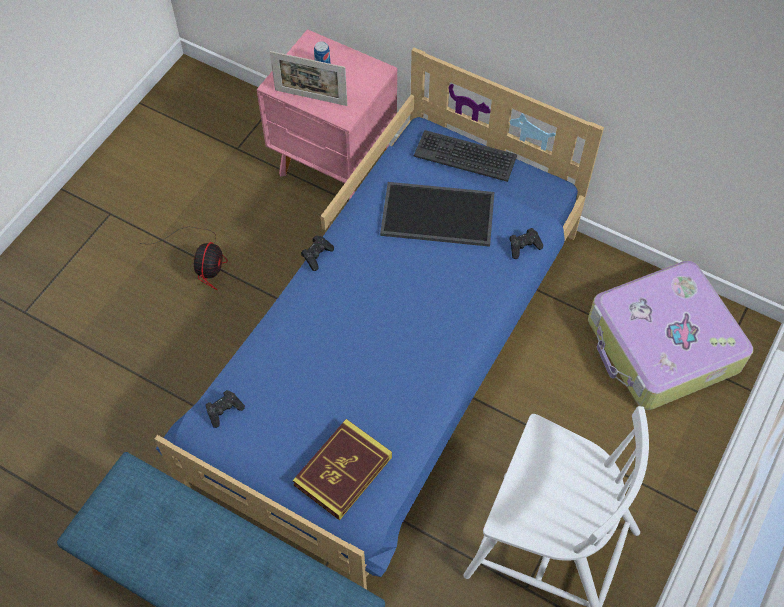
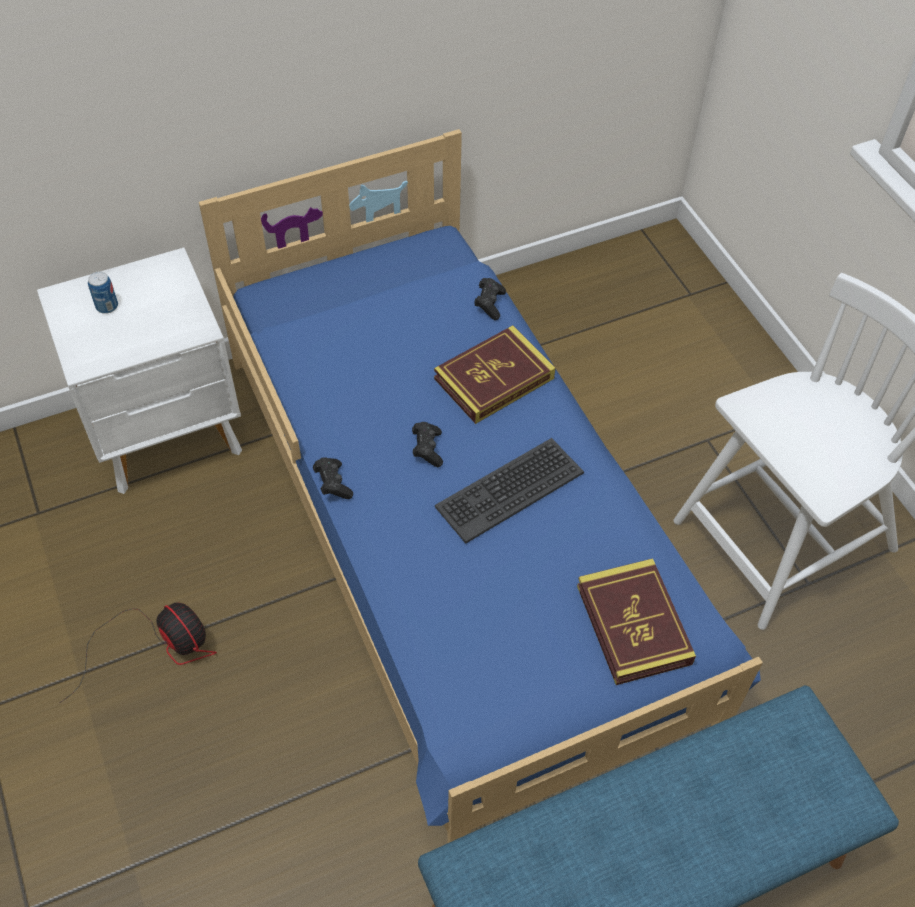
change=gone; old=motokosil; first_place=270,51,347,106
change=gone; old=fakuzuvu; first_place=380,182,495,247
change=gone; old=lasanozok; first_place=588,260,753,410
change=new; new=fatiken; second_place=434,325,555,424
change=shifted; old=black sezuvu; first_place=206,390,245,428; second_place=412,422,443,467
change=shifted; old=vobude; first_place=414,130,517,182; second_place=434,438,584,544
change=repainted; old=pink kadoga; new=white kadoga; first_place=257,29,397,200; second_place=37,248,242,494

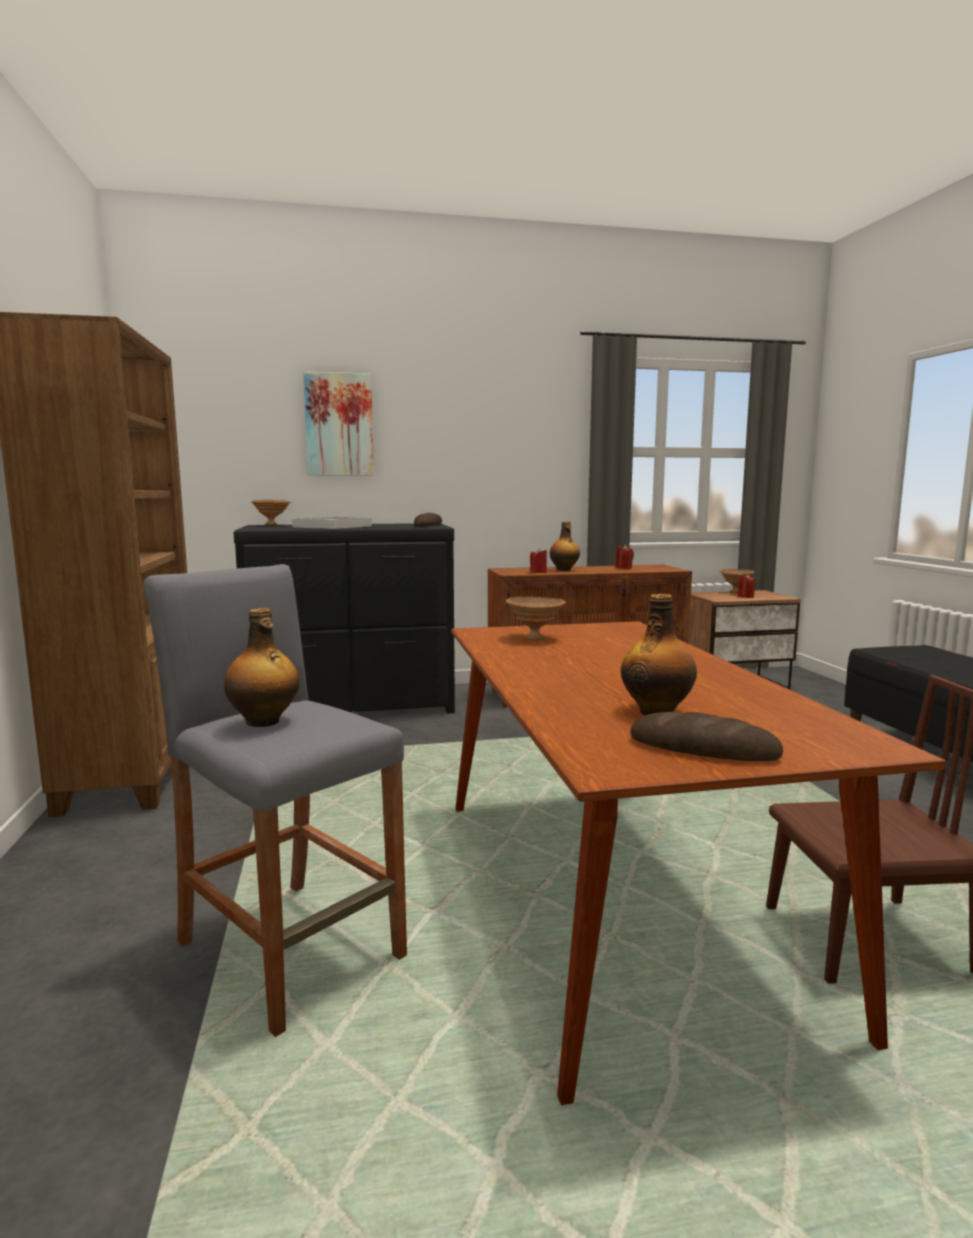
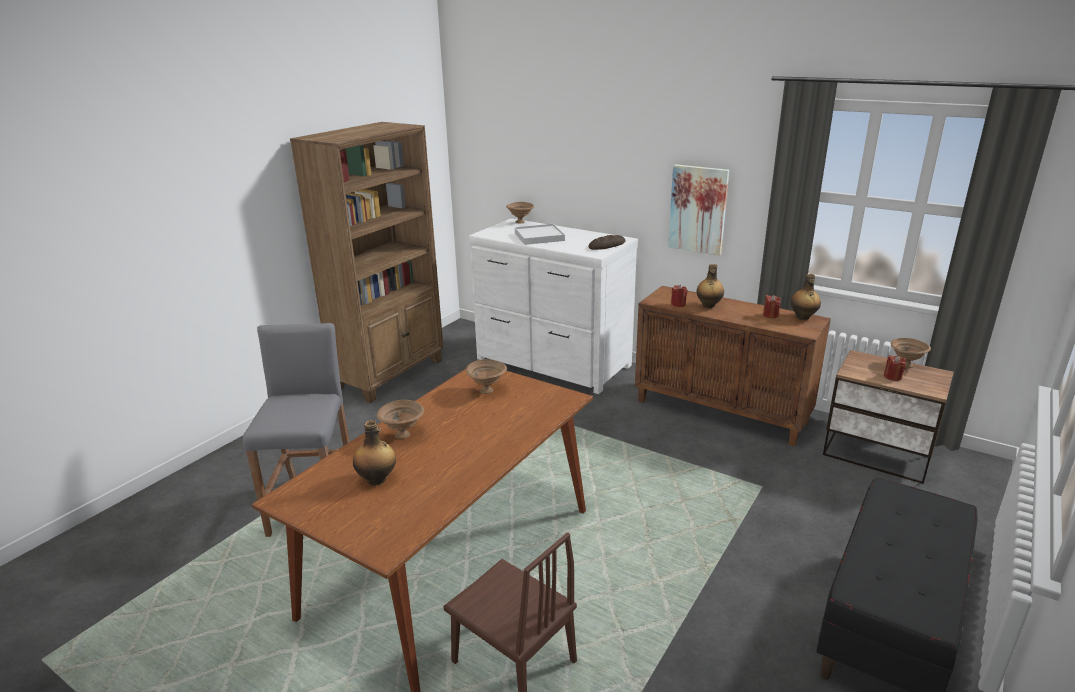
change=gone; old=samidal; first_place=630,712,783,761
change=new; new=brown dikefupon; second_place=377,400,424,439
change=shifted; old=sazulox; first_place=224,608,300,727; second_place=791,274,821,320
change=shifted; old=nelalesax; first_place=303,371,374,476; second_place=668,164,729,256
change=repainted; old=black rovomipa; new=white rovomipa; first_place=233,523,455,714; second_place=469,218,638,394

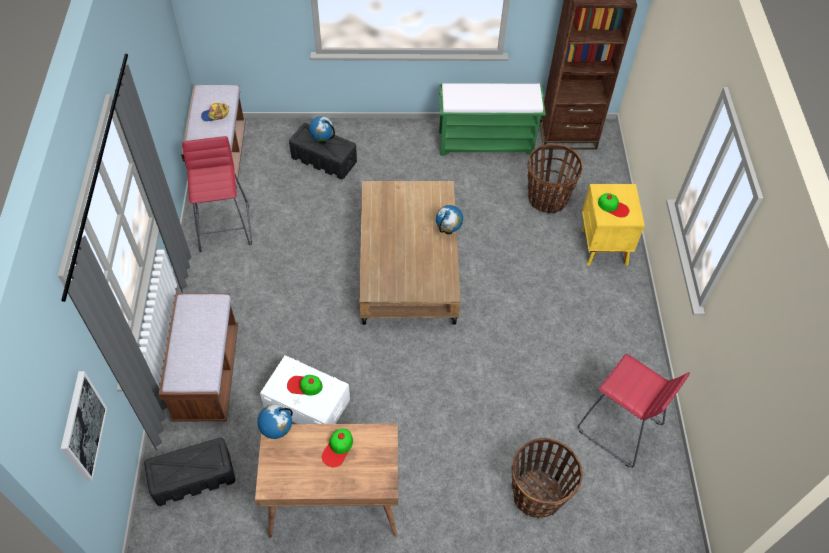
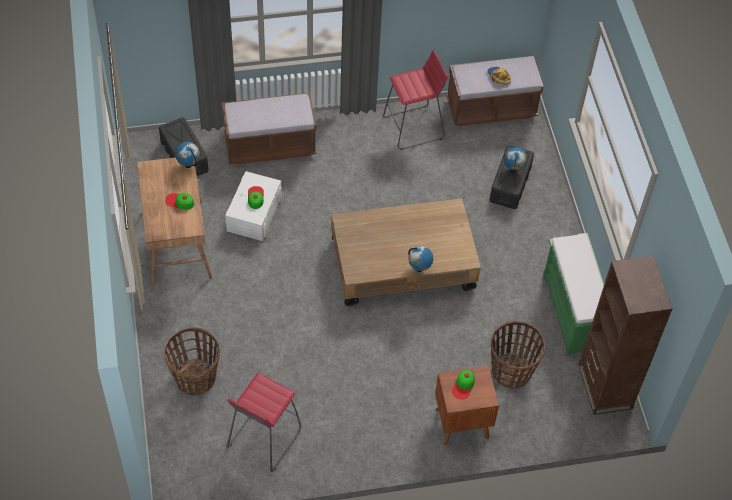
change=gone; old=nelalesax; first_place=61,371,107,481
change=repainted; old=yellow kadoga; new=brown kadoga; first_place=581,184,645,266; second_place=435,366,499,445

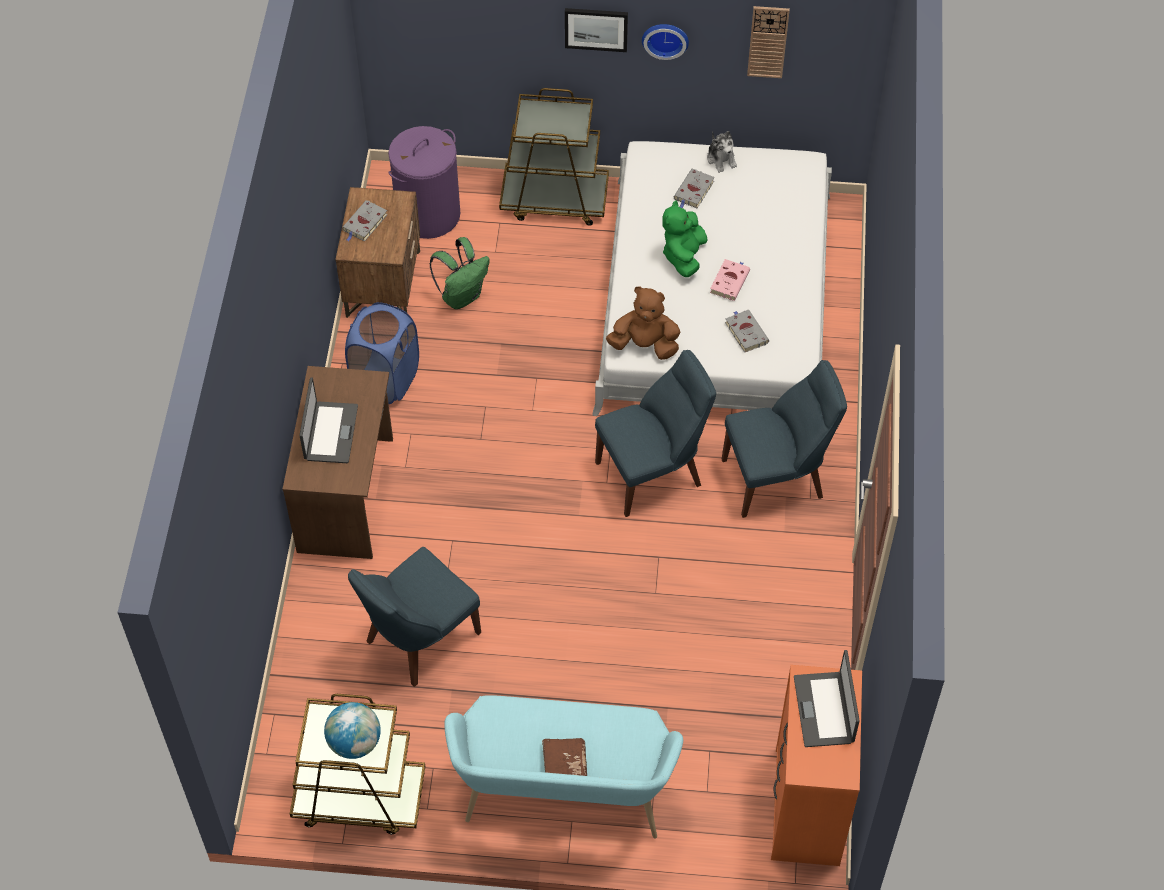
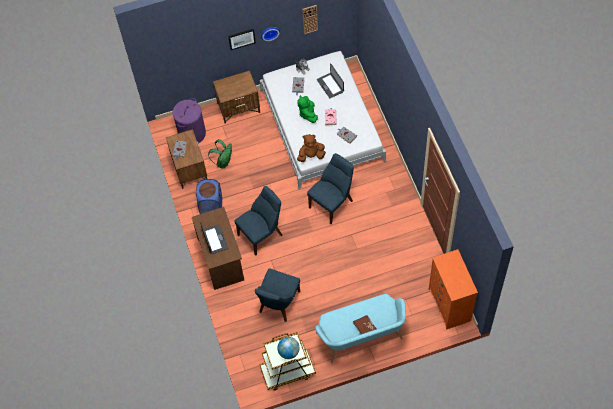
change=shifted; old=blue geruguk; first_place=722,360,847,518; second_place=234,186,282,256
change=shifted; old=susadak; first_place=794,650,860,747; second_place=317,63,344,99
change=swapped; old=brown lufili; new=brown kadoga; first_place=499,88,609,226; second_place=213,71,260,123

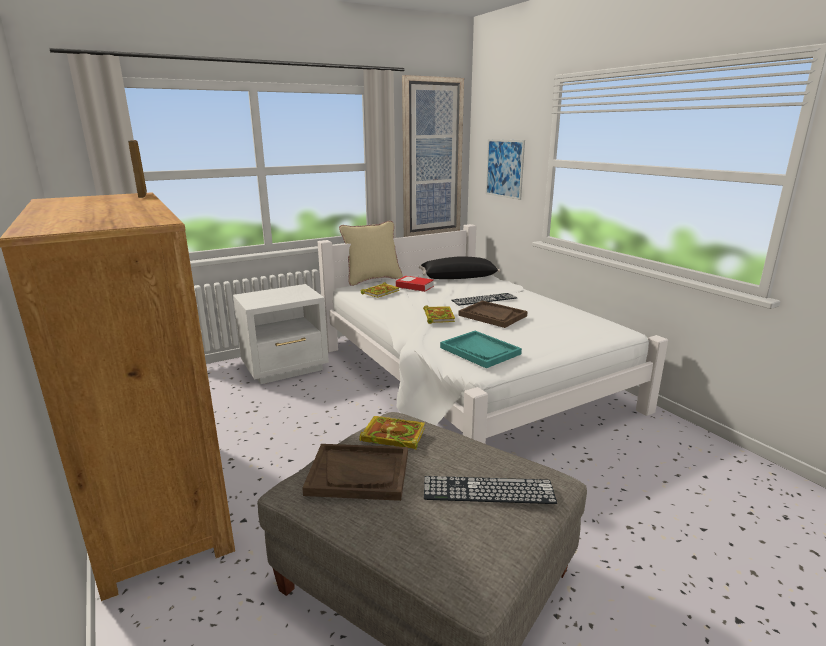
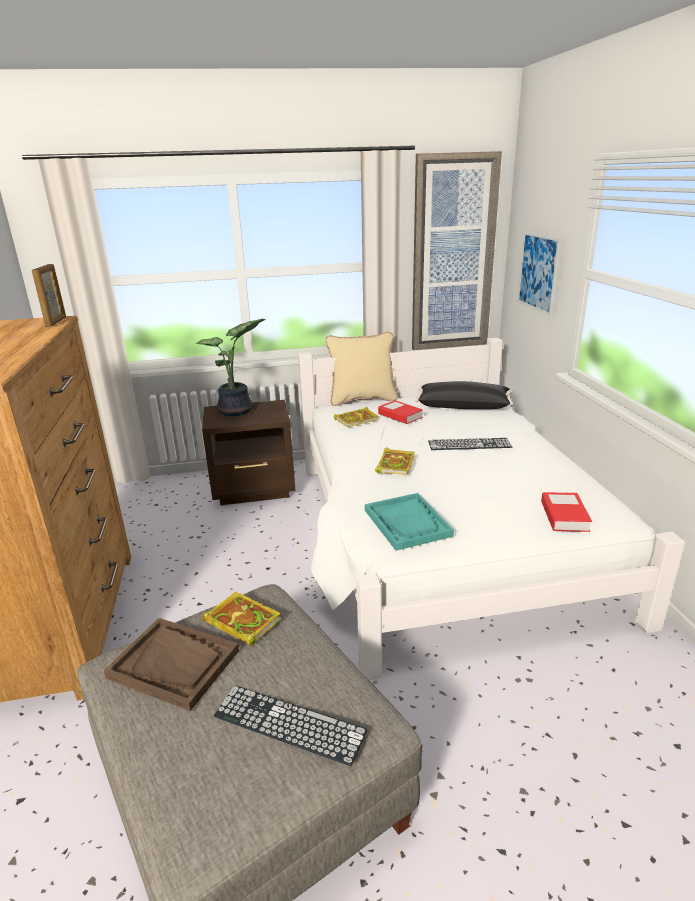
change=gone; old=brown fakuzuvu; first_place=458,301,528,328
change=new; new=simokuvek; second_place=196,319,266,416
change=new; new=fatiken; second_place=541,492,592,532
change=repainted; old=white kadoga; new=brown kadoga; first_place=233,284,329,384; second_place=202,400,295,505

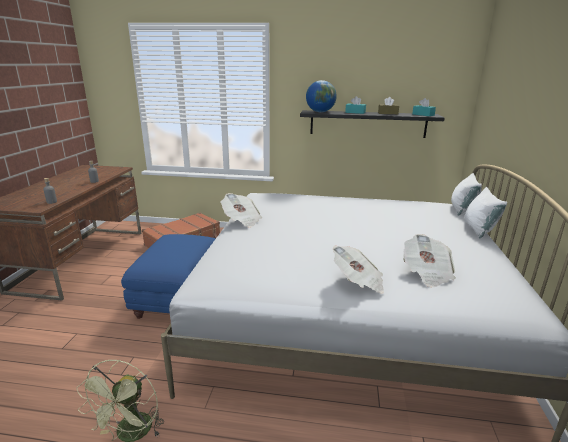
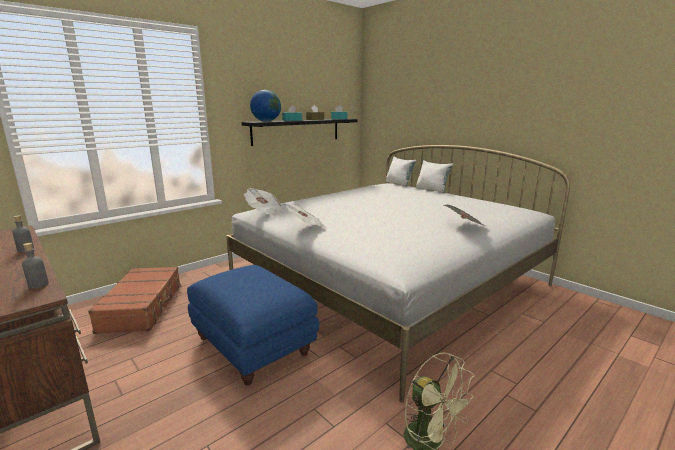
change=shifted; old=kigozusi; first_place=403,234,456,288; second_place=244,188,284,216

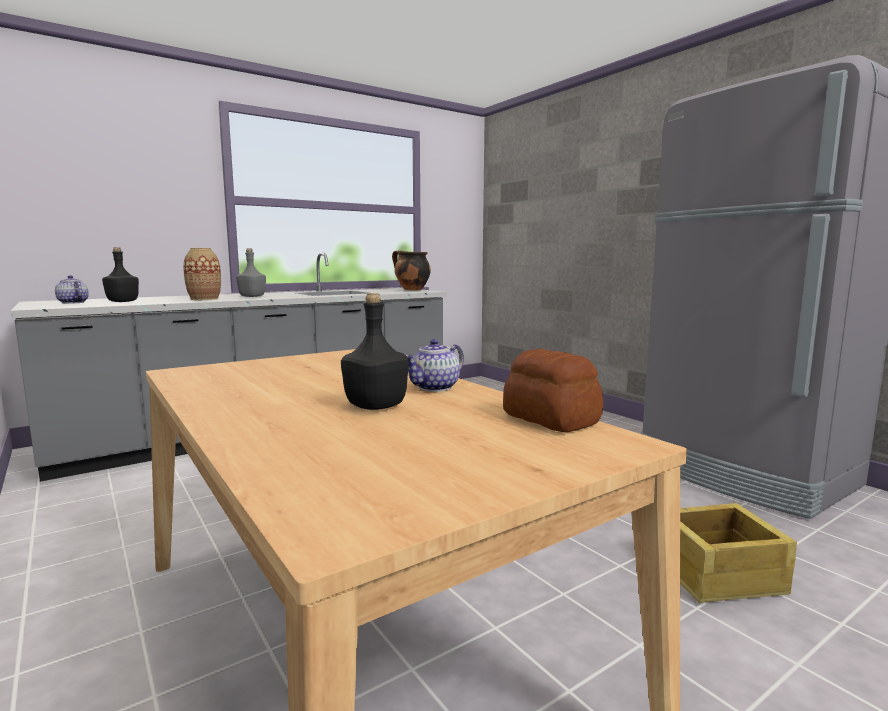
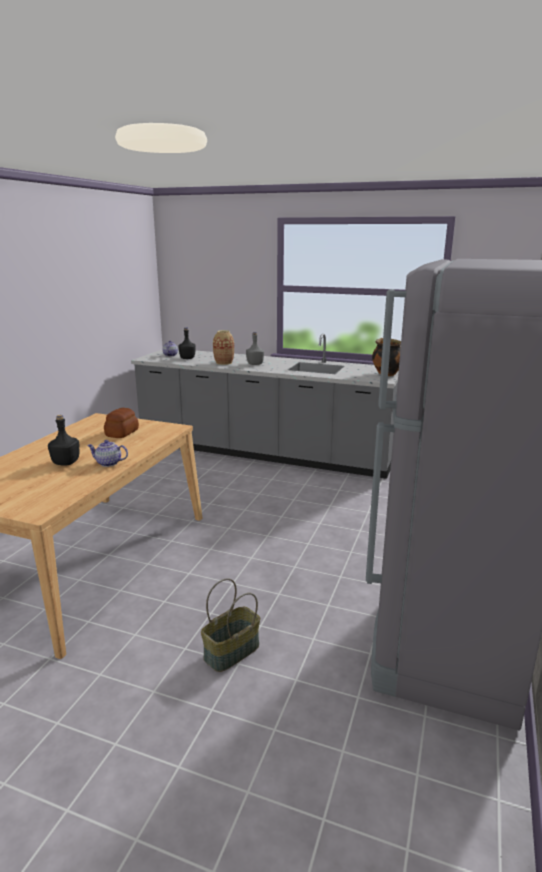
change=shifted; old=samidal; first_place=503,349,603,432; second_place=104,408,139,438
change=swapped; old=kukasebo; new=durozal; first_place=680,503,797,604; second_place=201,578,260,672

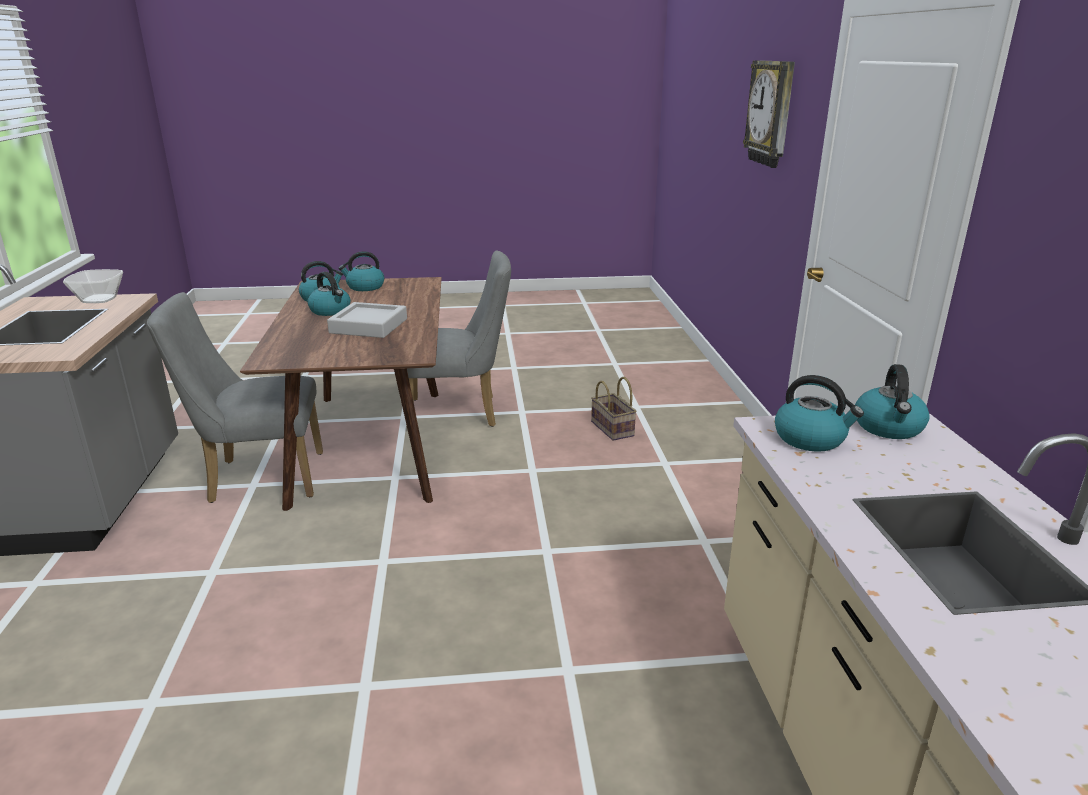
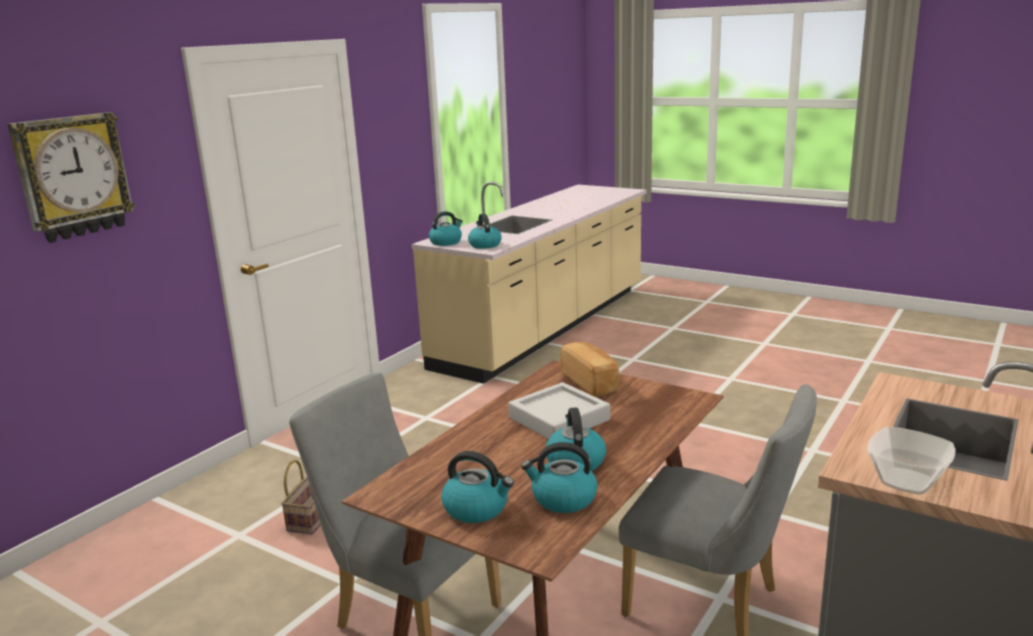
change=new; new=samidal; second_place=560,342,620,397

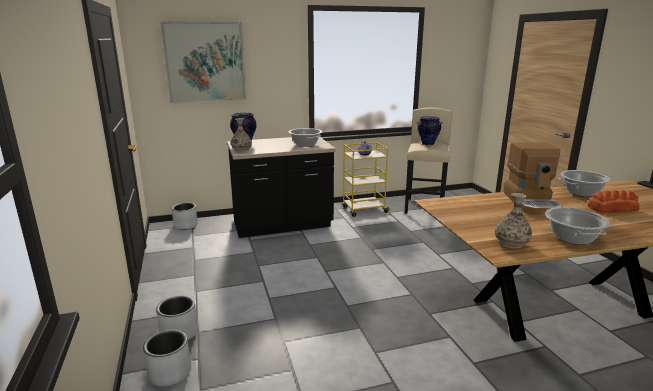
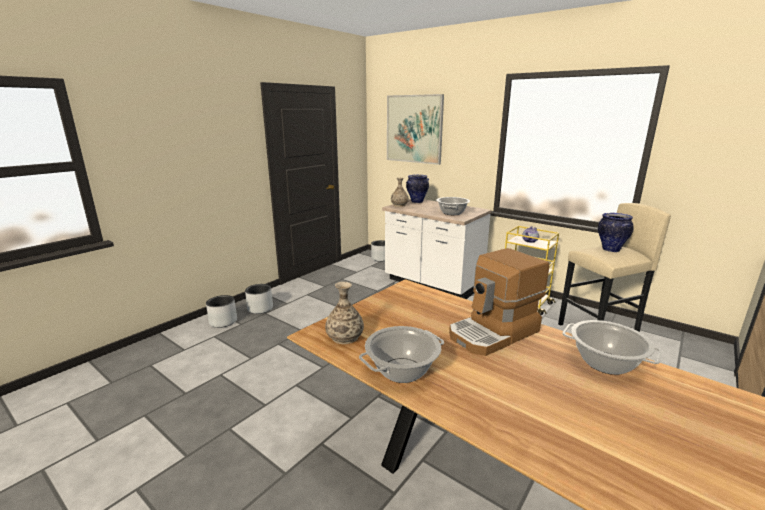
change=gone; old=samidal; first_place=587,190,639,213
change=repainted; old=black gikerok; new=white gikerok; first_place=227,137,336,238; second_place=382,199,492,299

